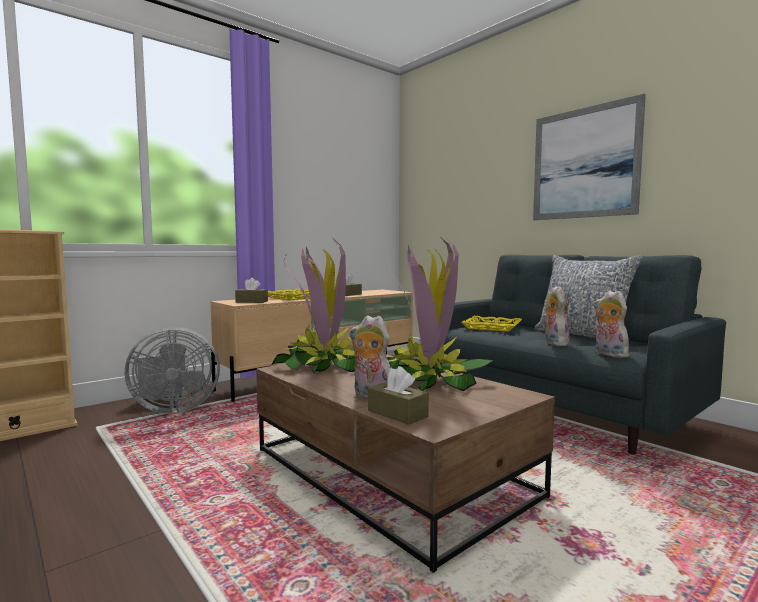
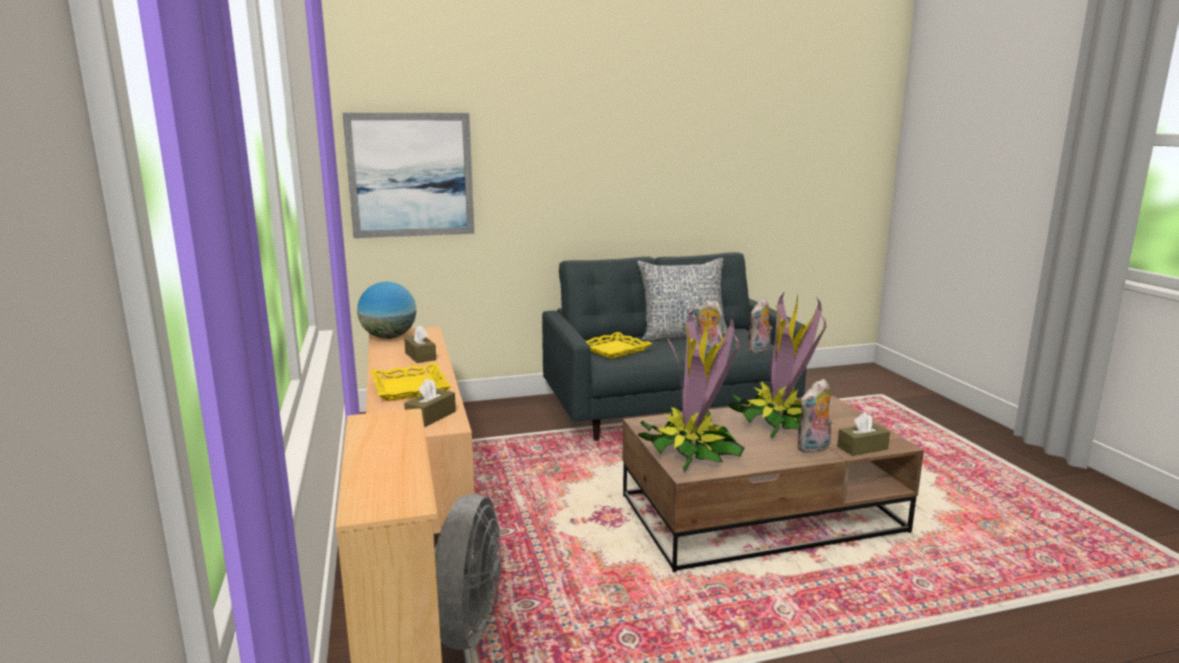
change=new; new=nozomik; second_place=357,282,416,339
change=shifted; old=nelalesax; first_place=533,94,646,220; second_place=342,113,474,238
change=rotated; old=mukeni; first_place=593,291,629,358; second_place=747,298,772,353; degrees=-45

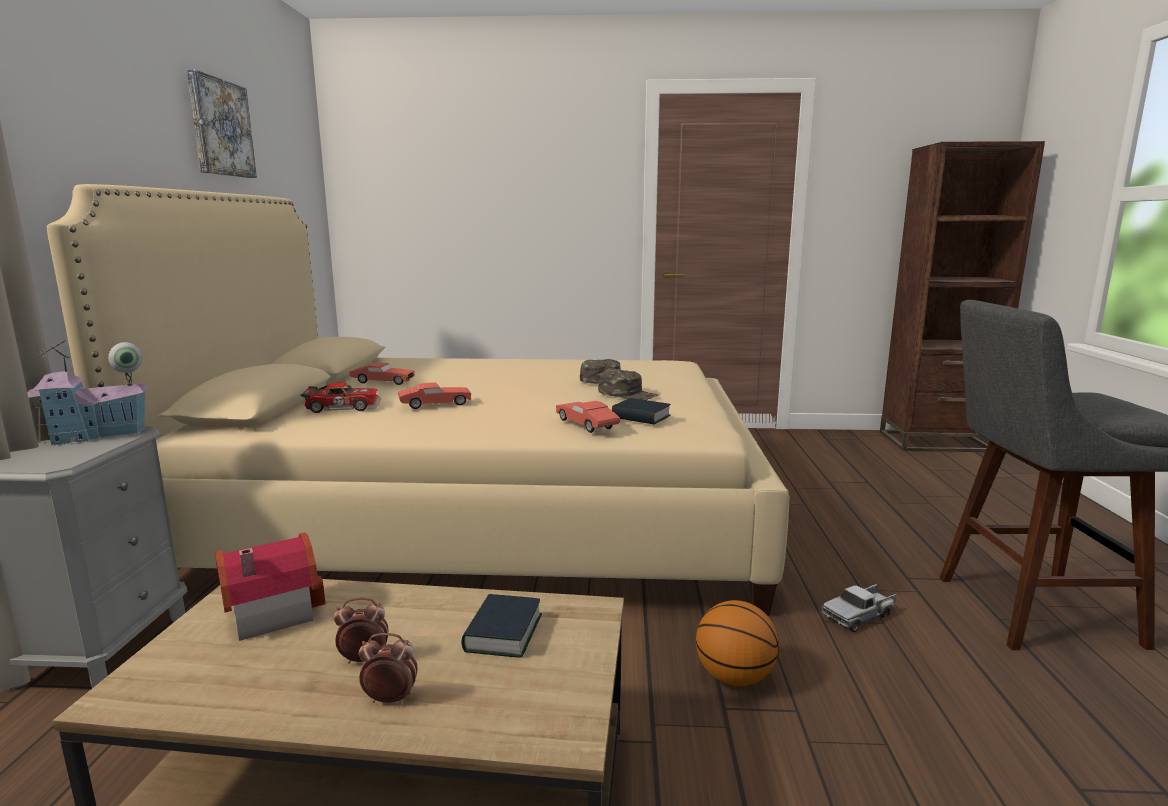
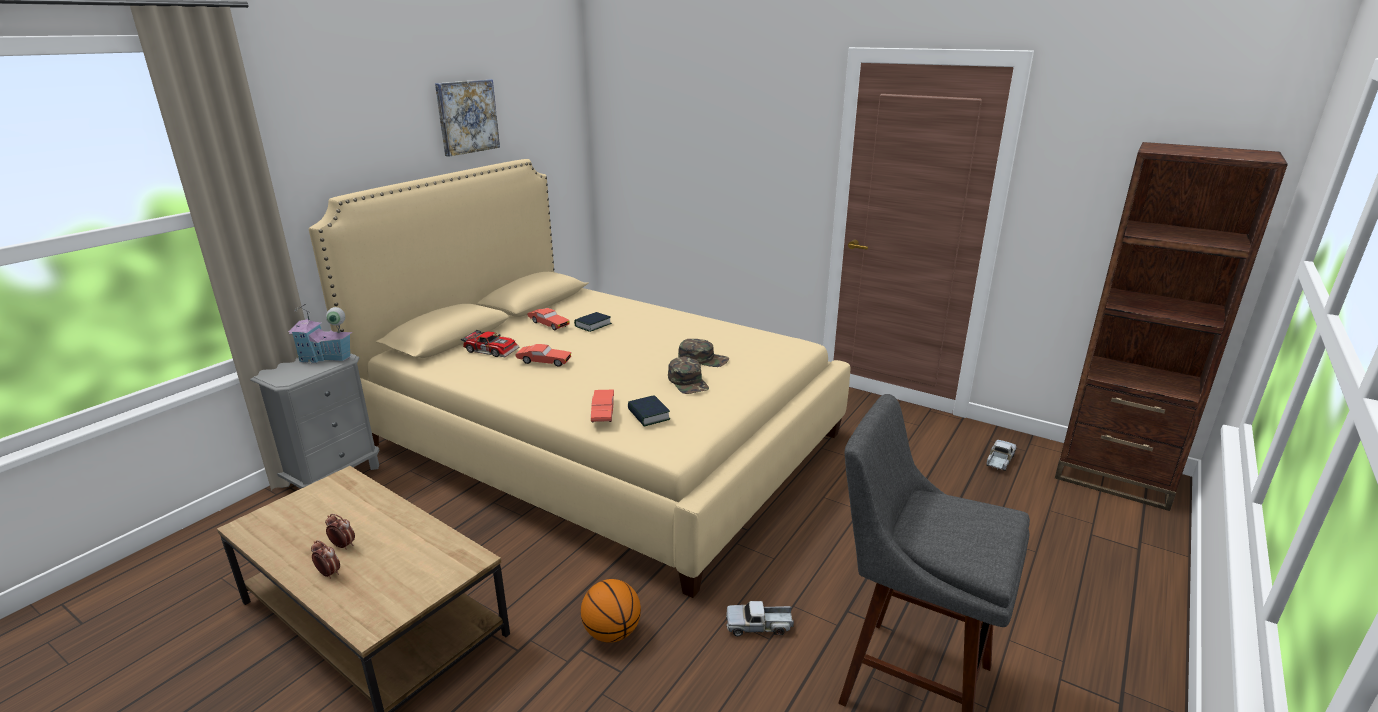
change=gone; old=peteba; first_place=215,532,325,641
change=new; new=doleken; second_place=986,440,1017,471
change=shifted; old=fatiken; first_place=462,594,542,658; second_place=574,312,612,332

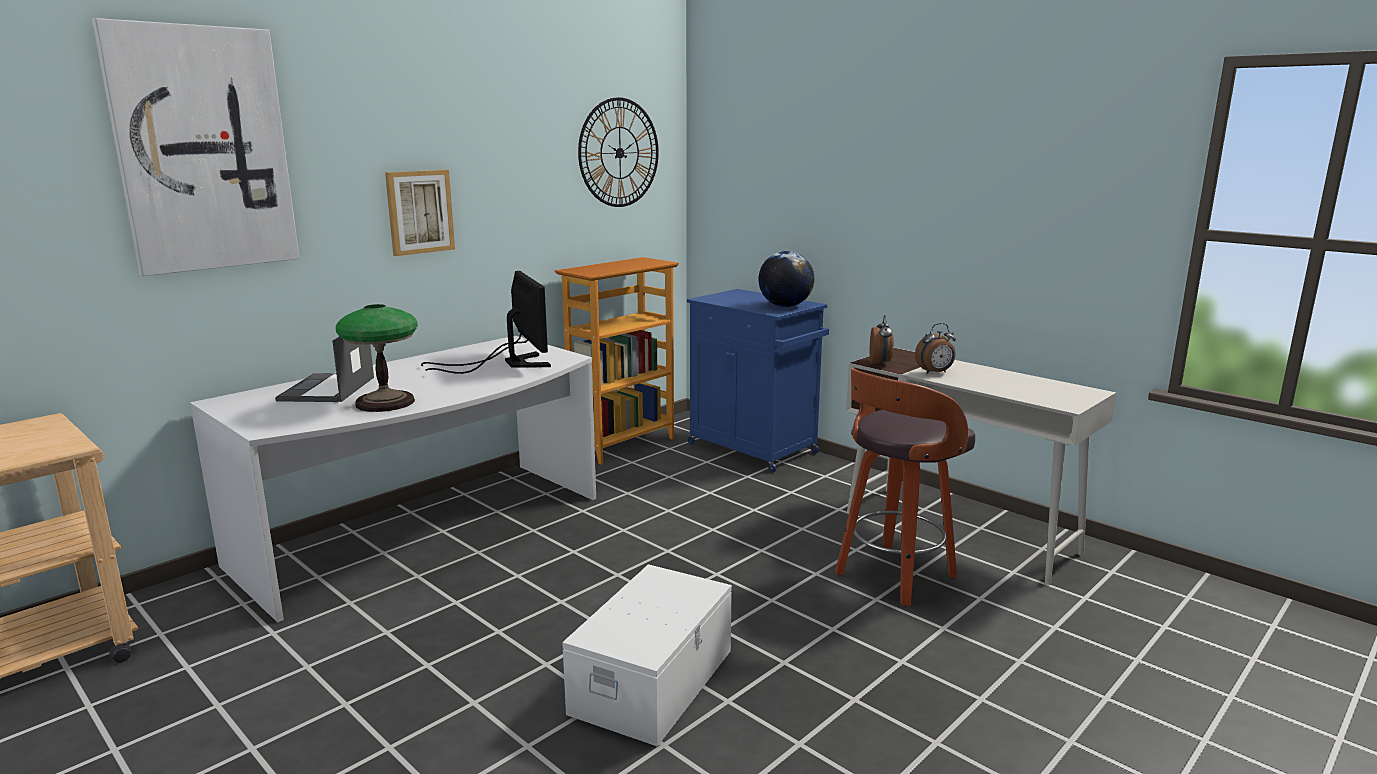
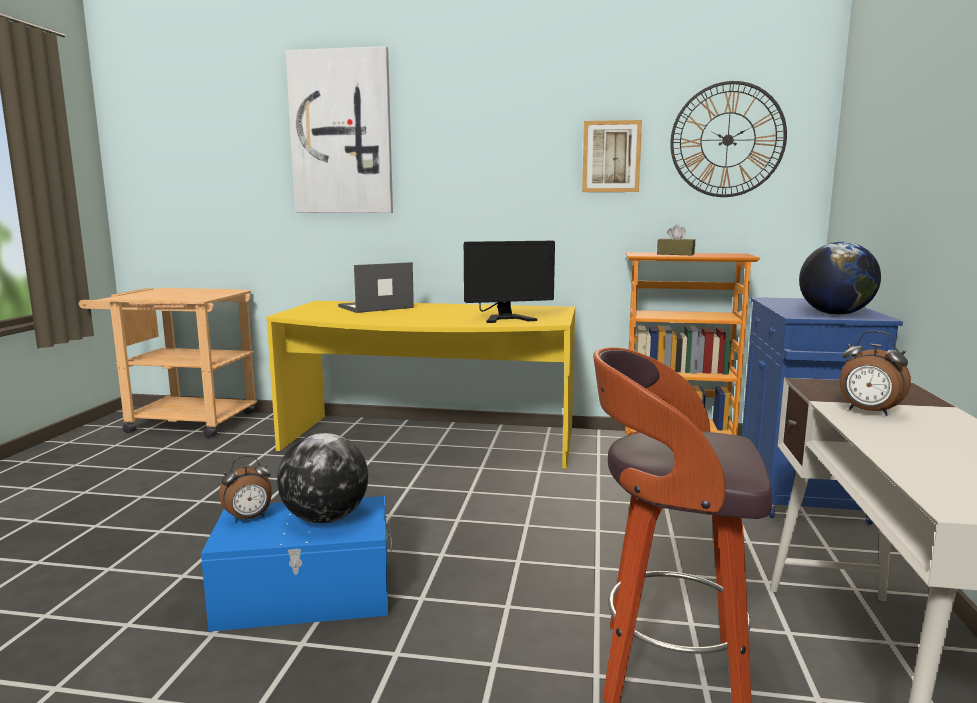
change=gone; old=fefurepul; first_place=336,304,418,412
change=new; new=nozomik; second_place=277,433,368,523
change=new; new=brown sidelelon; second_place=657,225,695,255
change=shifted; old=nelalesax; first_place=385,170,455,256; second_place=582,120,642,192
change=shifted; old=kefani; first_place=870,315,894,366; second_place=219,455,272,522
change=repainted; old=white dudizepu; new=yellow dudizepu; first_place=190,336,596,622; second_place=266,301,575,469
change=repainted; old=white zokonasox; new=blue zokonasox; first_place=562,564,732,747; second_place=201,496,392,632
change=rotated; old=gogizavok; first_place=421,271,551,374; second_place=464,241,555,323; degrees=45

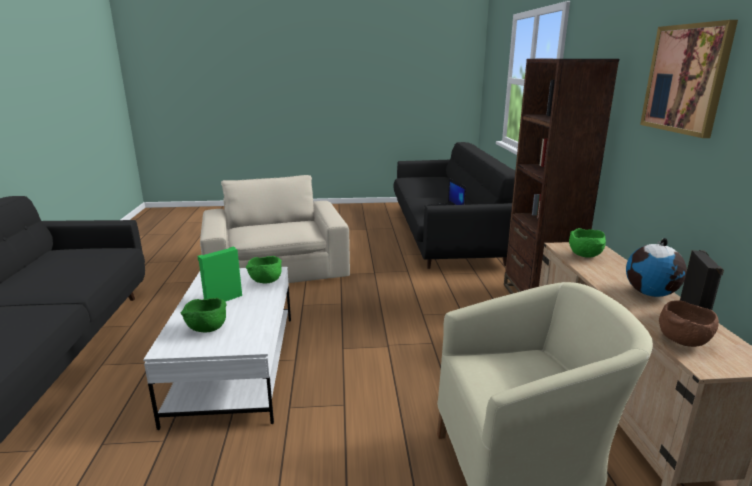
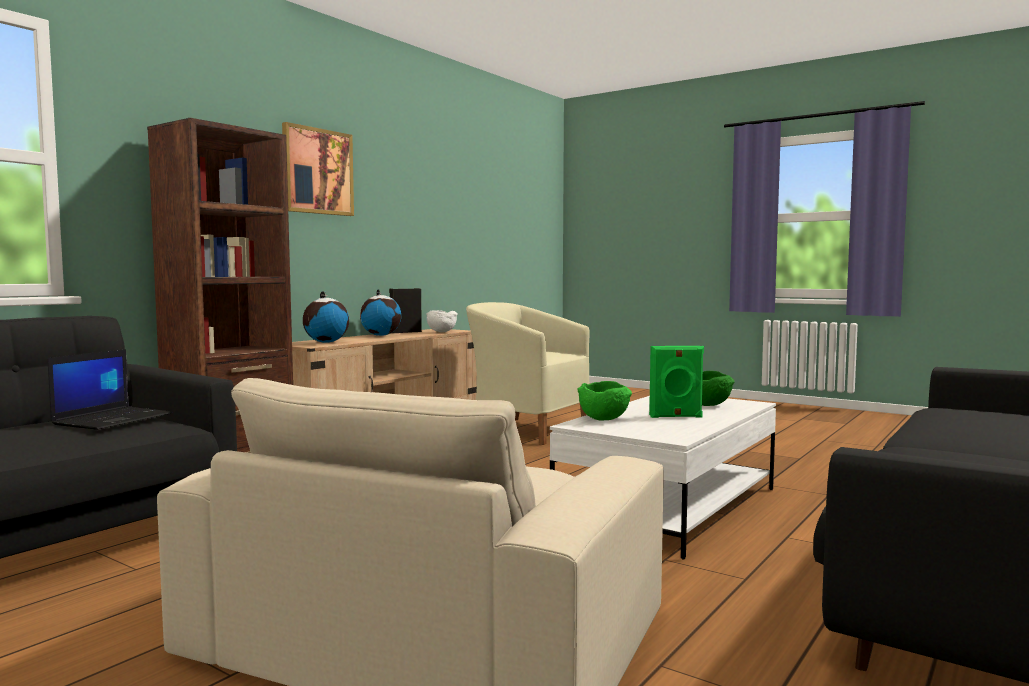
change=swapped; old=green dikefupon; new=nozomik; first_place=569,228,606,258; second_place=303,291,349,343
change=repainted; old=brown dikefupon; new=white dikefupon; first_place=659,300,719,347; second_place=426,310,457,332

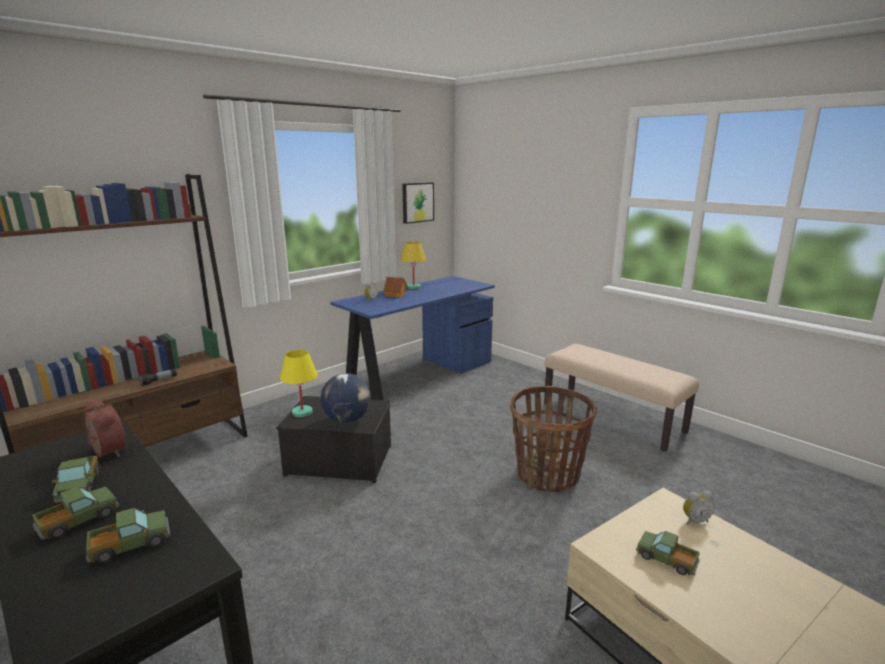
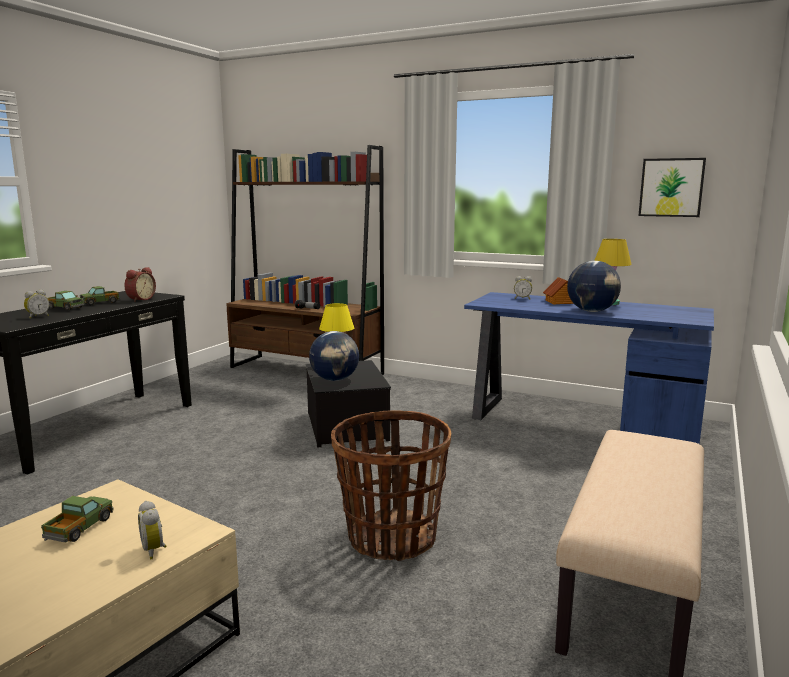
change=new; new=nozomik; second_place=567,261,621,312
change=swapped; old=doleken; new=kefani; first_place=86,508,170,563; second_place=24,289,49,319

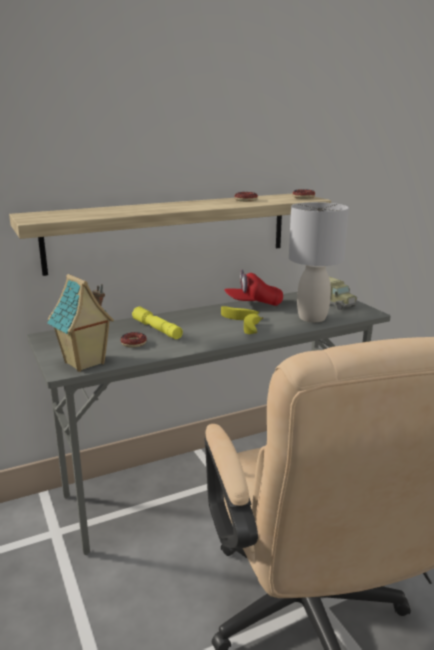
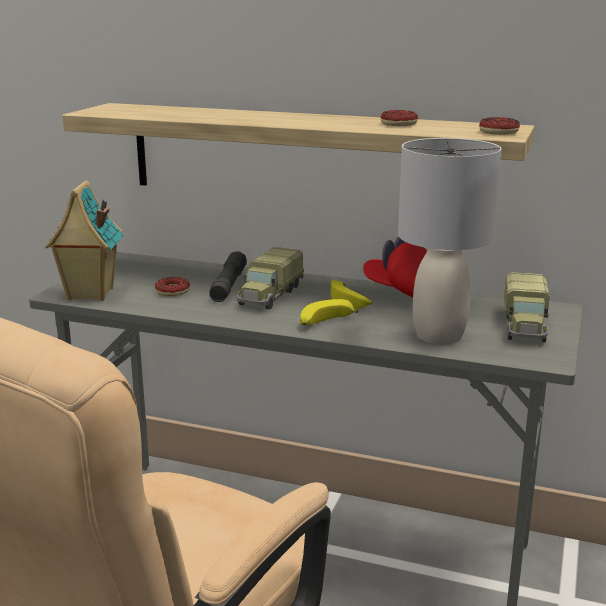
change=new; new=doleken; second_place=236,247,304,309
change=repainted; old=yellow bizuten; new=grey bizuten; first_place=132,306,183,339; second_place=209,251,247,302

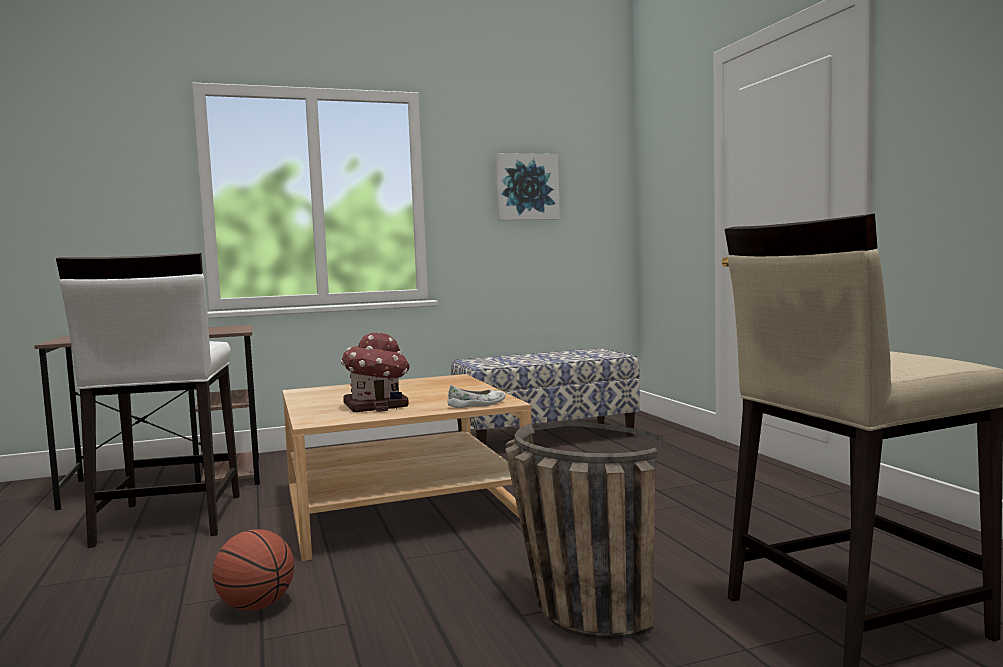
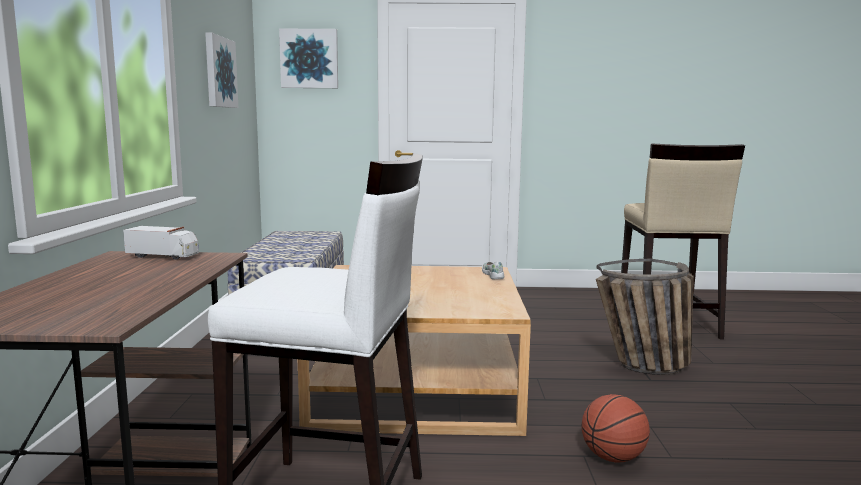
change=gone; old=peteba; first_place=341,332,410,412
change=new; new=doleken; second_place=123,226,199,260
change=new; new=nelalesax; second_place=279,29,338,88

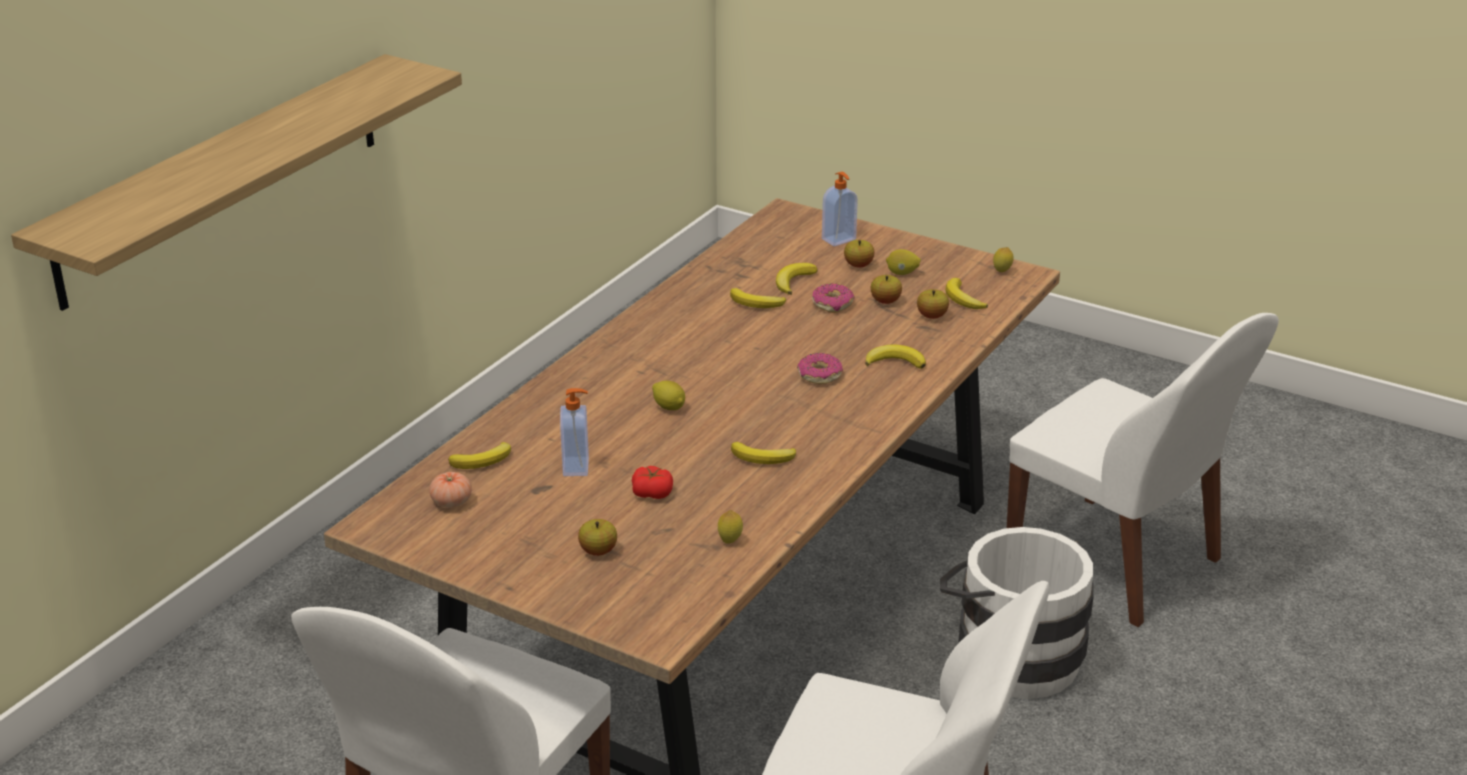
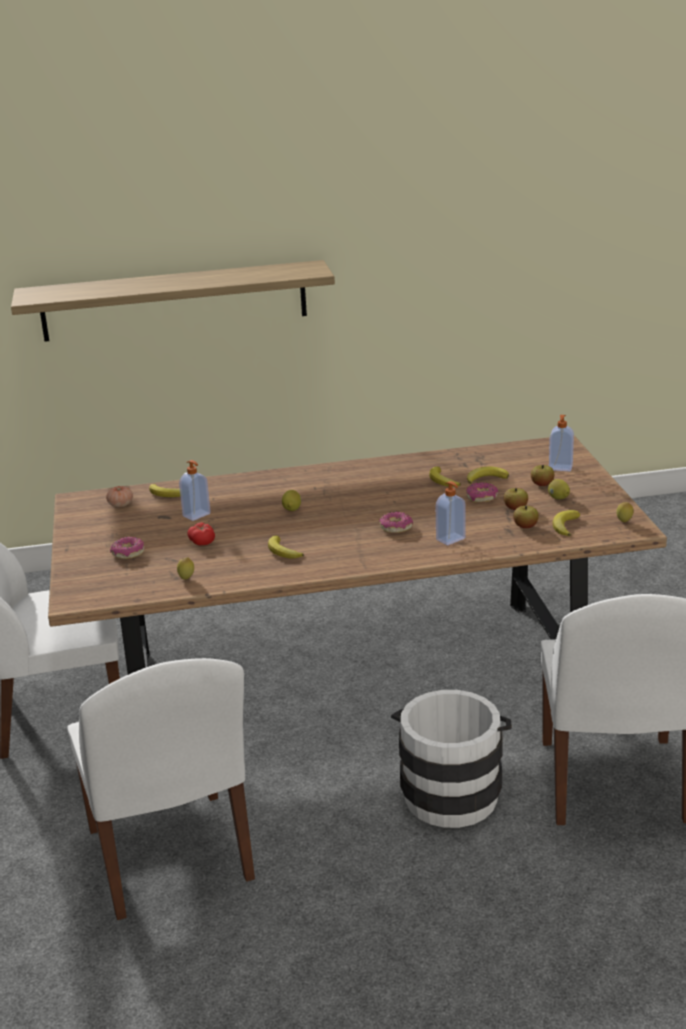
change=swapped; old=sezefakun; new=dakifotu; first_place=578,519,617,556; second_place=110,537,145,559
change=swapped; old=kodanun; new=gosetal; first_place=865,344,926,369; second_place=436,481,466,545

